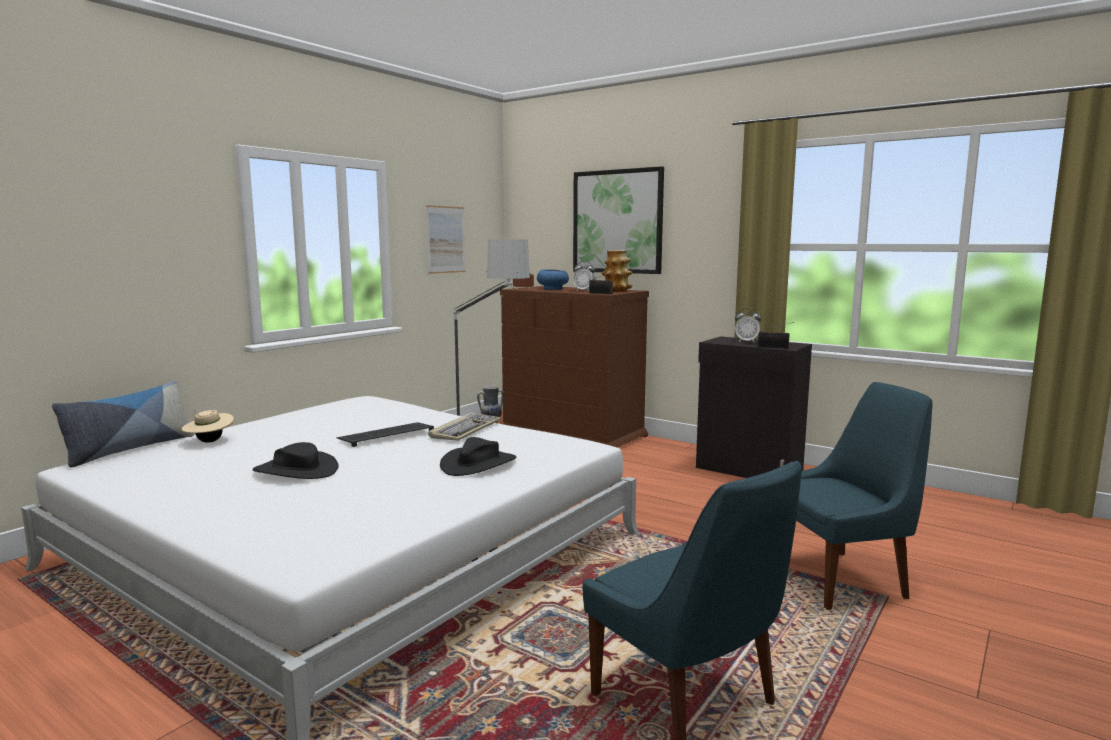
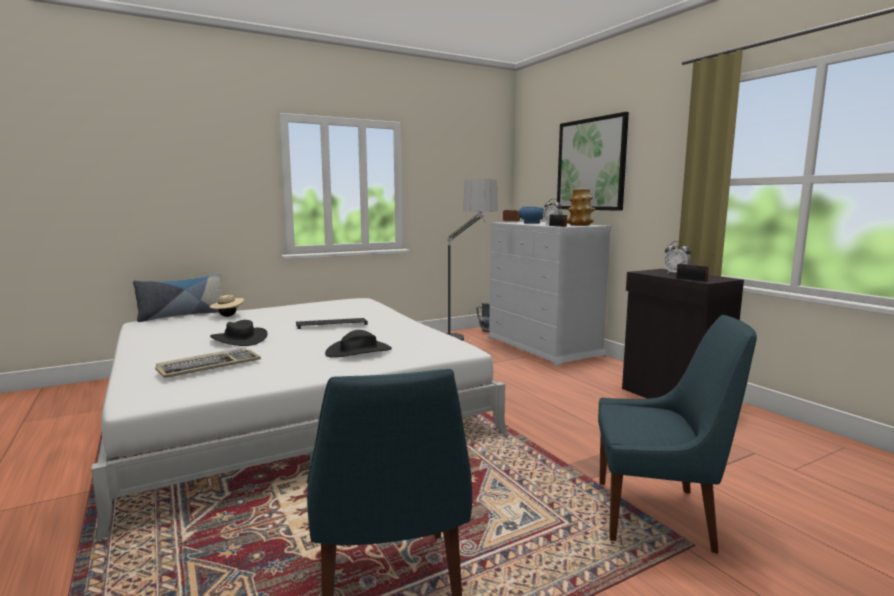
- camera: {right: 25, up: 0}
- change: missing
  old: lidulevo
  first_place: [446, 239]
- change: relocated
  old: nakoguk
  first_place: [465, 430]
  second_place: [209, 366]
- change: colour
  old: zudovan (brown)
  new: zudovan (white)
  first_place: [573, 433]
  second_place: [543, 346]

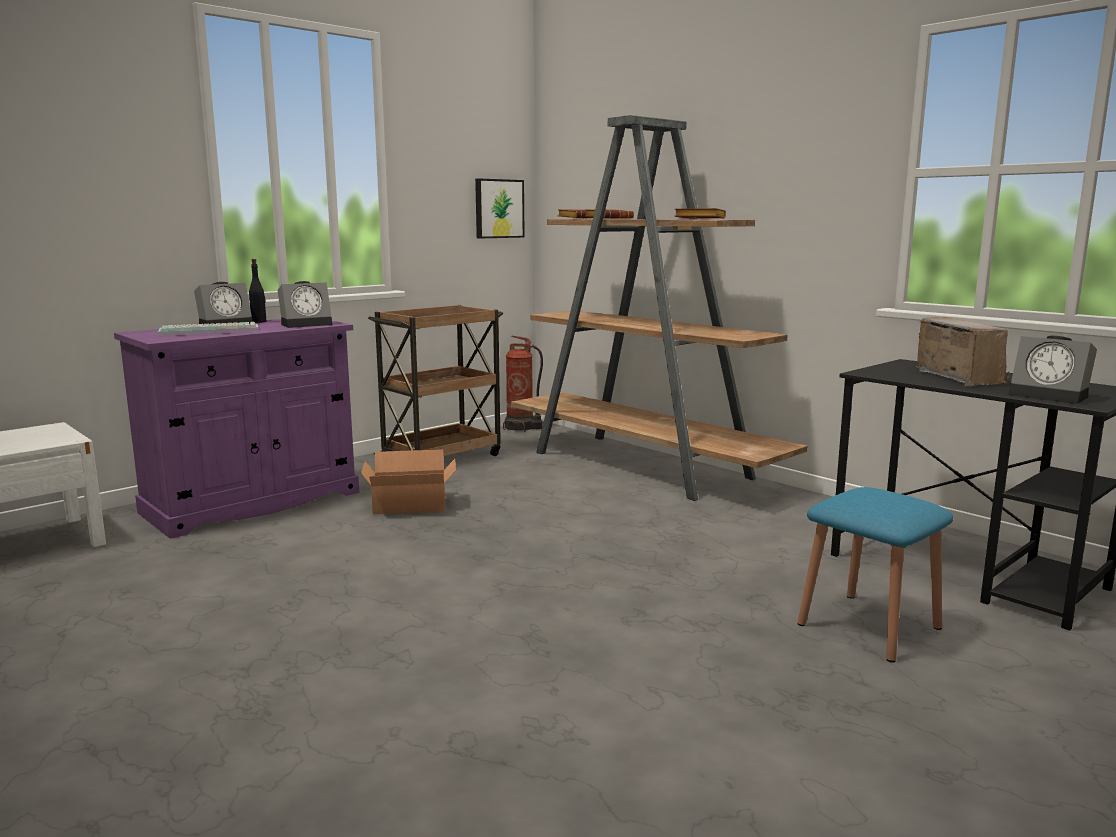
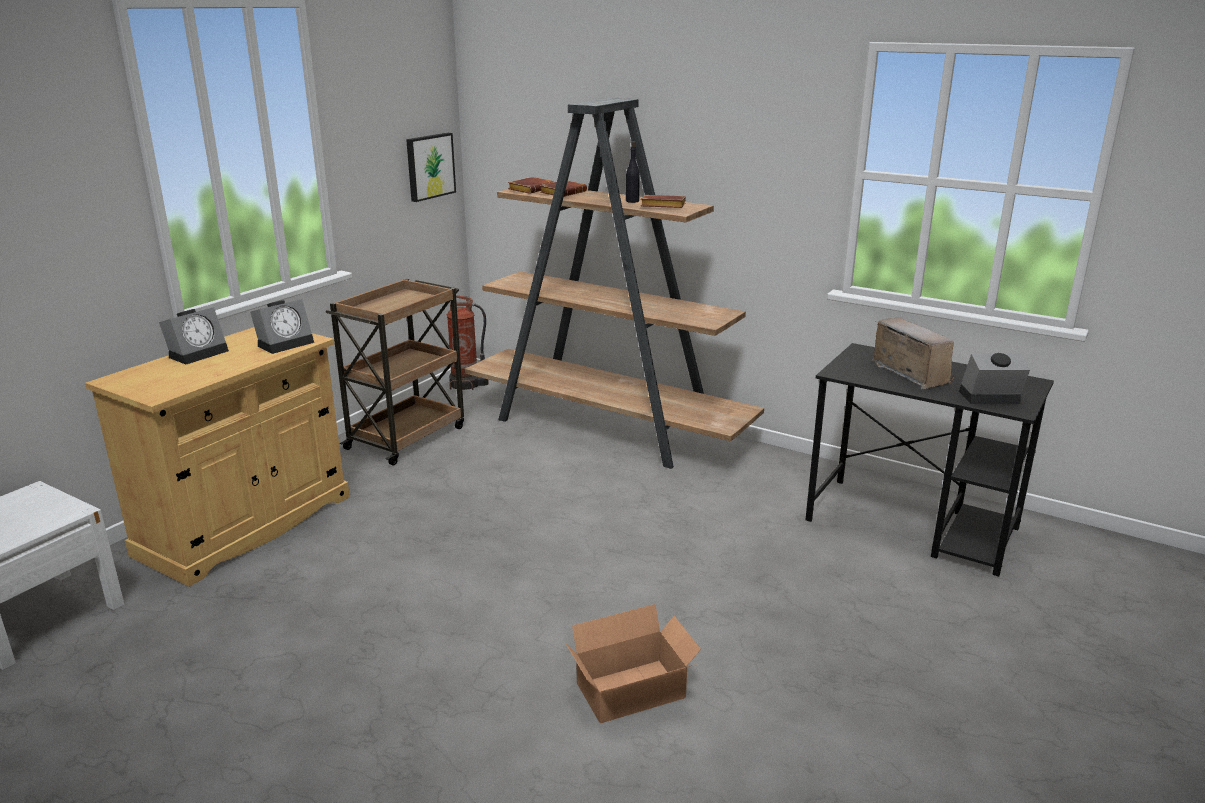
- camera: {right: -15, up: 10}
- change: colour
  old: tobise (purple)
  new: tobise (beige)
  first_place: [252, 502]
  second_place: [246, 525]
- change: missing
  old: nakoguk
  first_place: [211, 331]
- change: relocated
  old: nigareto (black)
  first_place: [259, 322]
  second_place: [632, 201]
- change: relocated
  old: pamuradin
  first_place: [411, 506]
  second_place: [634, 692]
- change: missing
  old: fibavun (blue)
  first_place: [869, 626]
- change: spun
  old: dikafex
  first_place: [1051, 396]
  second_place: [988, 398]
  degrees: 150

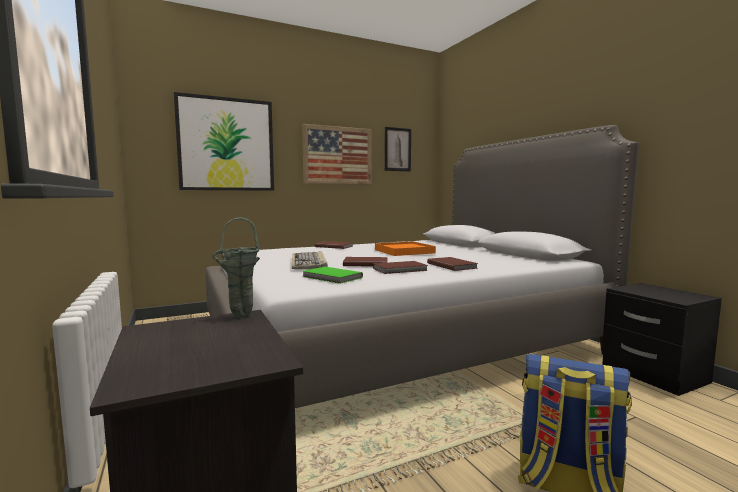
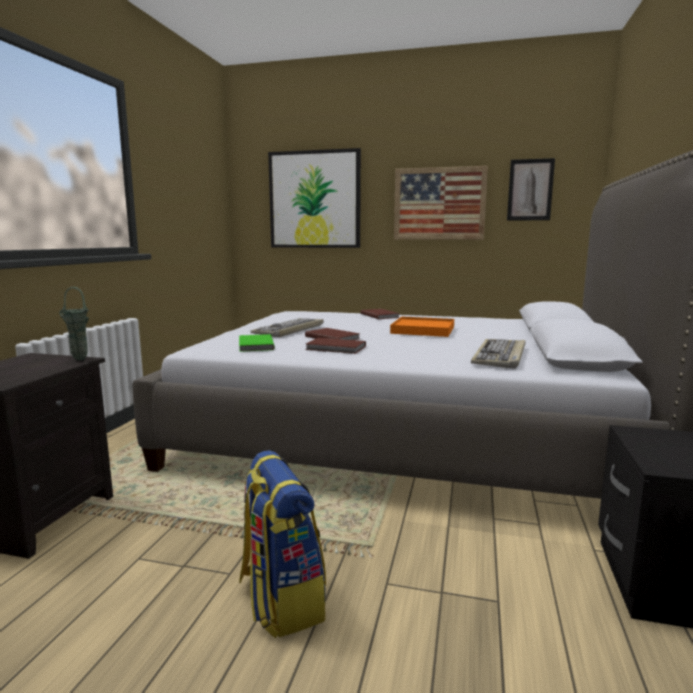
- camera: {right: 40, up: 5}
- change: missing
  old: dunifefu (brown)
  first_place: [452, 265]
- change: appeared
  new: nakoguk
  second_place: [500, 356]

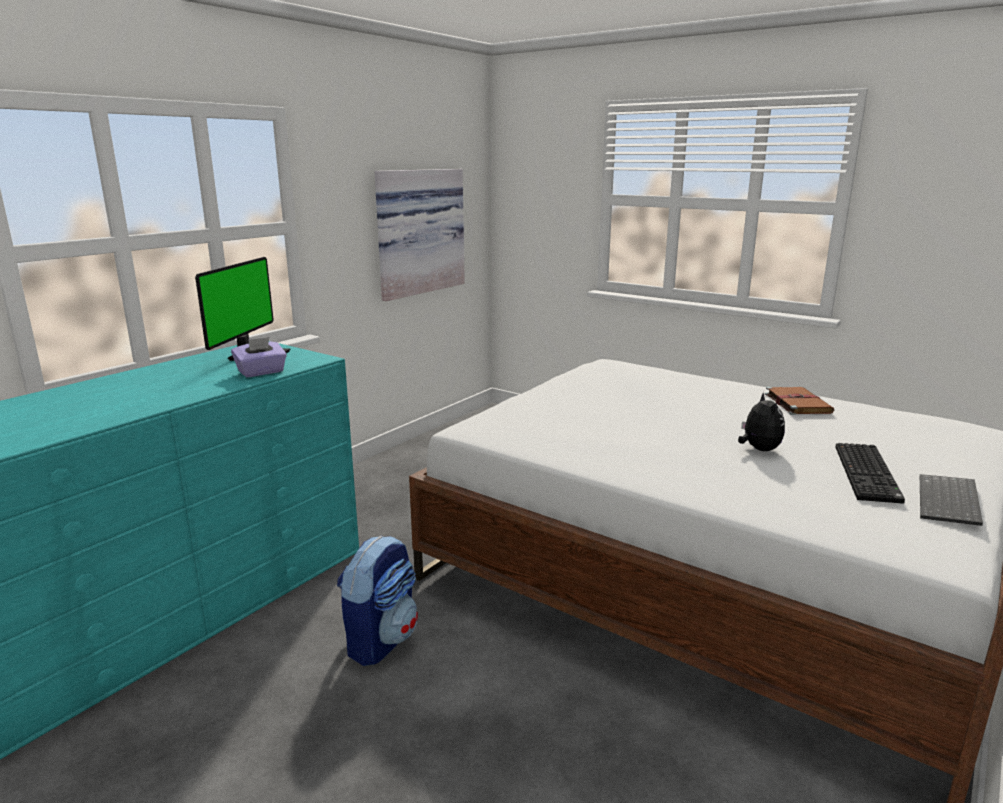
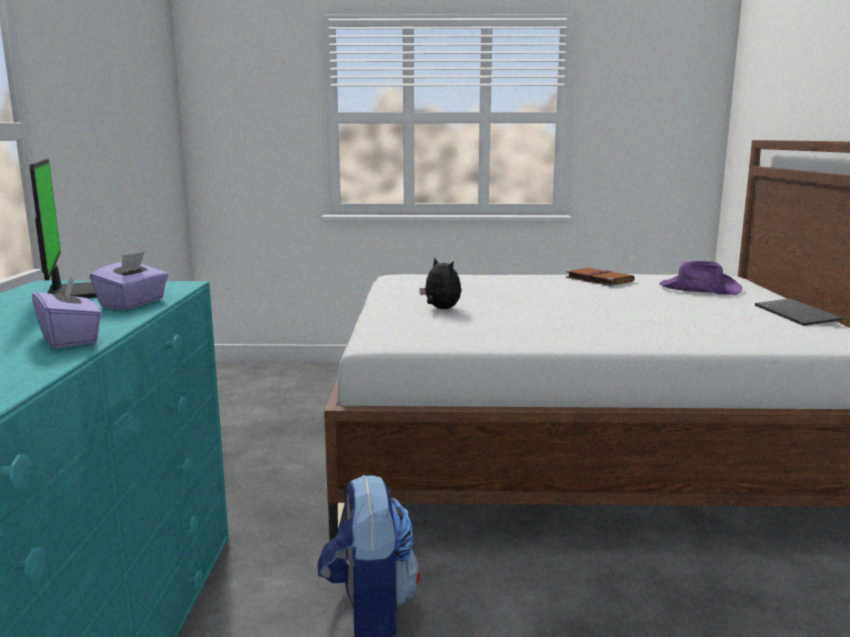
- camera: {right: -35, up: -5}
- change: missing
  old: lidulevo
  first_place: [418, 232]
- change: relocated
  old: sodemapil
  first_place: [758, 449]
  second_place: [440, 309]
- change: missing
  old: nakoguk
  first_place: [869, 474]
- change: appeared
  new: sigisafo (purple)
  second_place: [70, 339]
- change: appeared
  new: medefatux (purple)
  second_place: [698, 288]

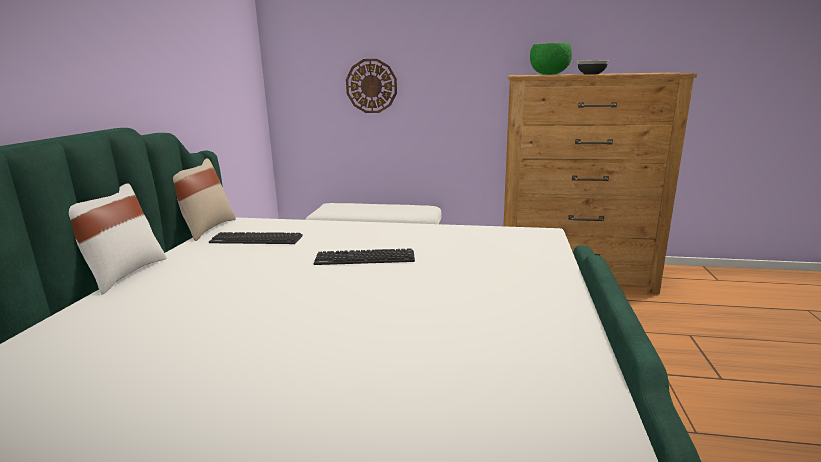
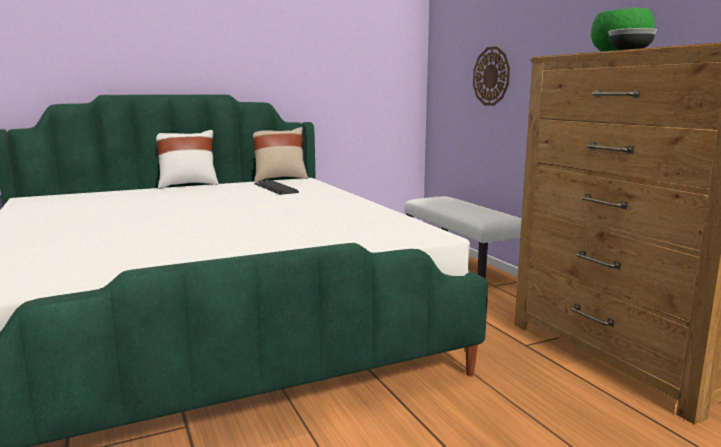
- camera: {right: 55, up: -5}
- change: missing
  old: nakoguk
  first_place: [365, 258]

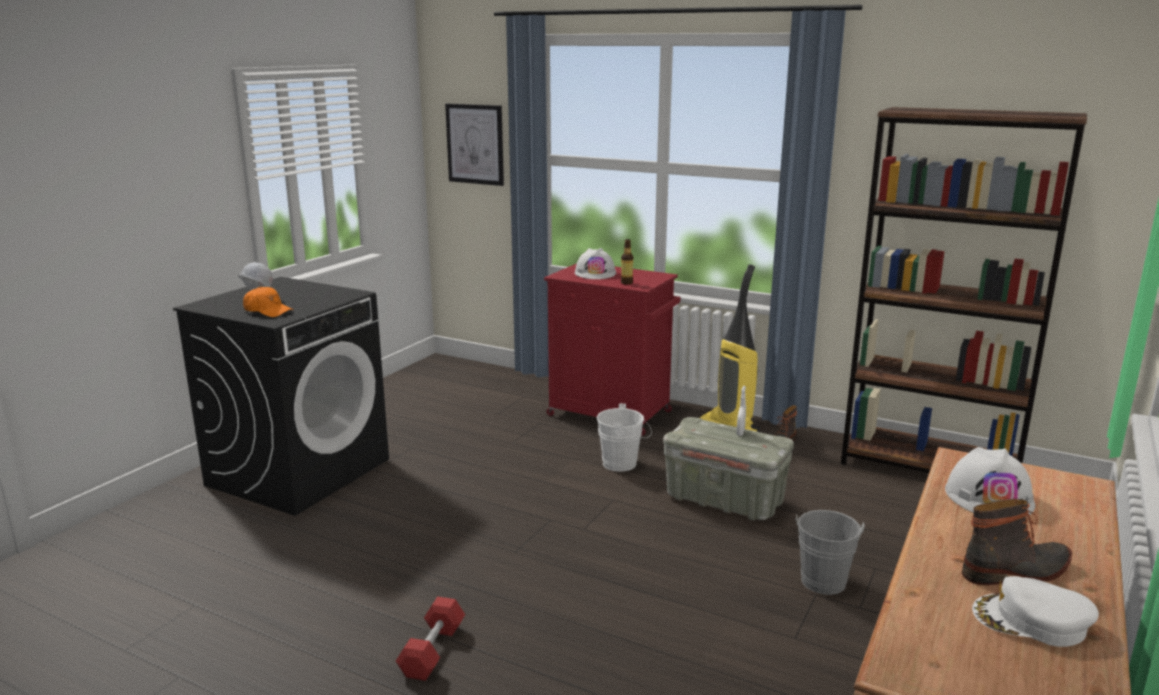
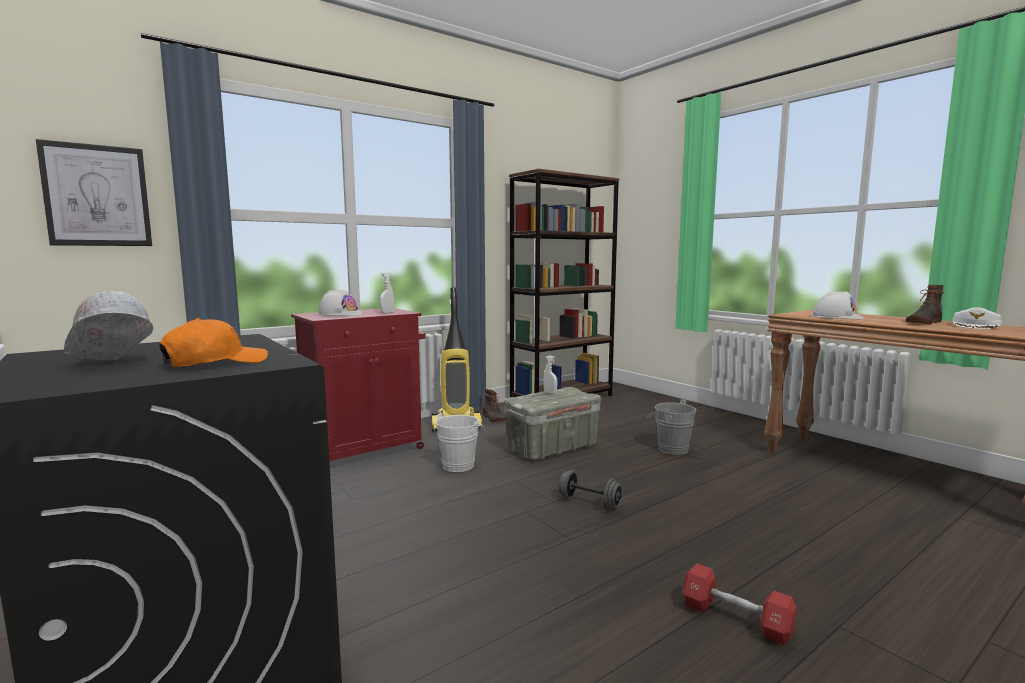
- camera: {right: -65, up: -10}
- change: exchanged
  old: nigareto
  new: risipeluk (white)
  first_place: [626, 283]
  second_place: [387, 313]
- change: spun
  old: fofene
  first_place: [1017, 571]
  second_place: [923, 322]
  degrees: -135
- change: appeared
  new: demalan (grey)
  second_place: [589, 503]

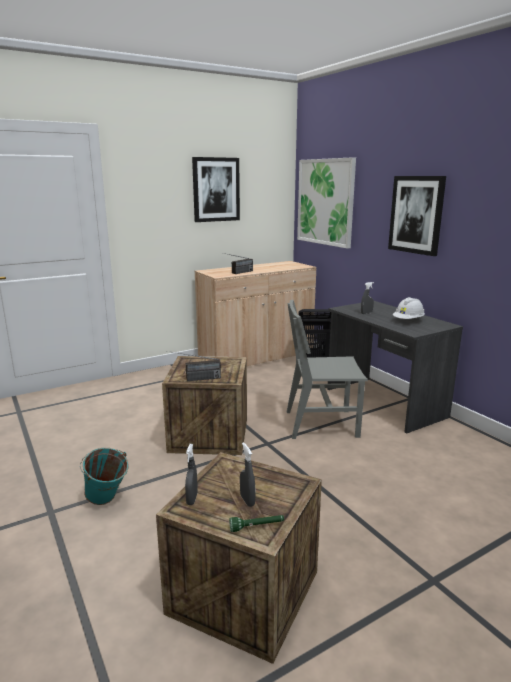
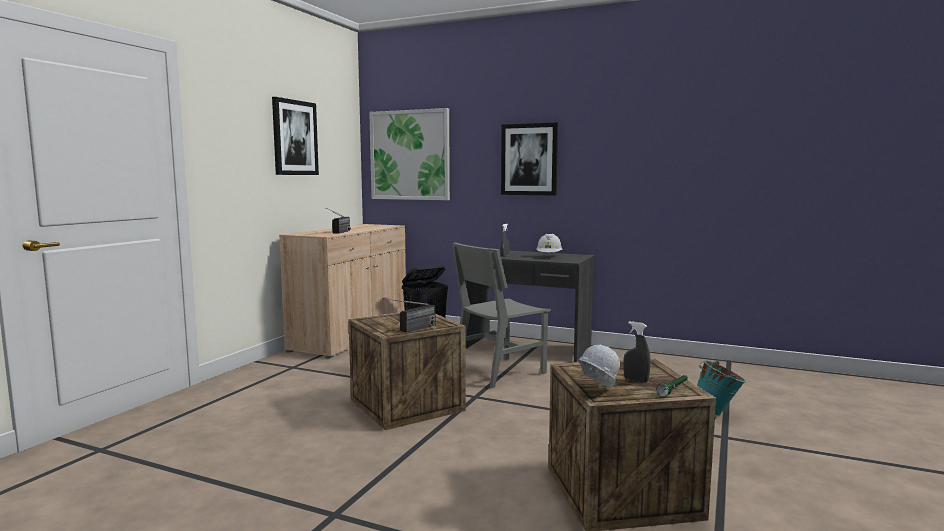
- camera: {right: -35, up: -10}
- change: relocated
  old: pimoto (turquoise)
  first_place: [107, 502]
  second_place: [717, 413]
- change: exchanged
  old: risipeluk (grey)
  new: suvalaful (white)
  first_place: [192, 499]
  second_place: [596, 391]

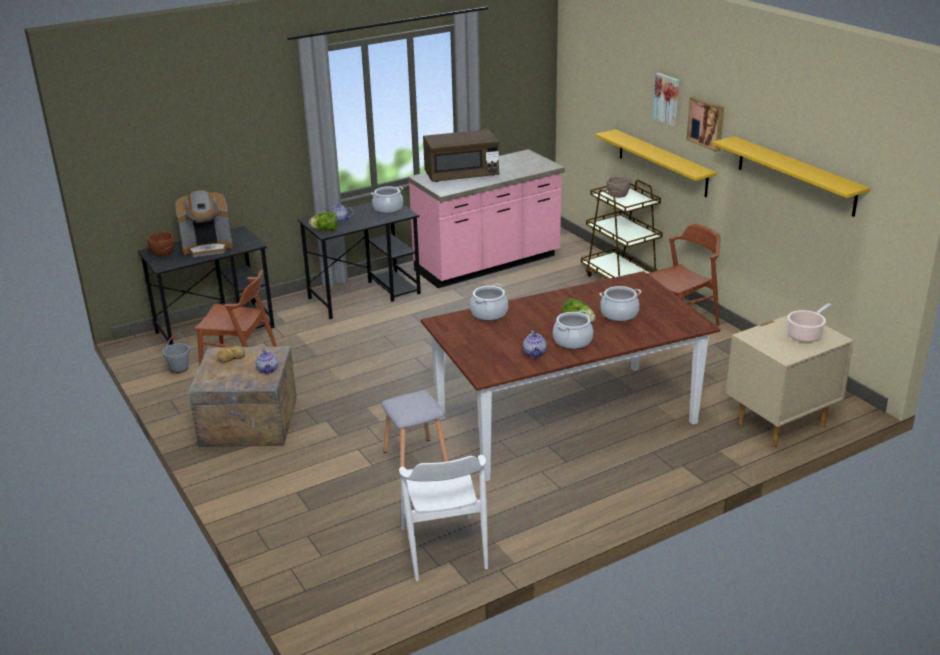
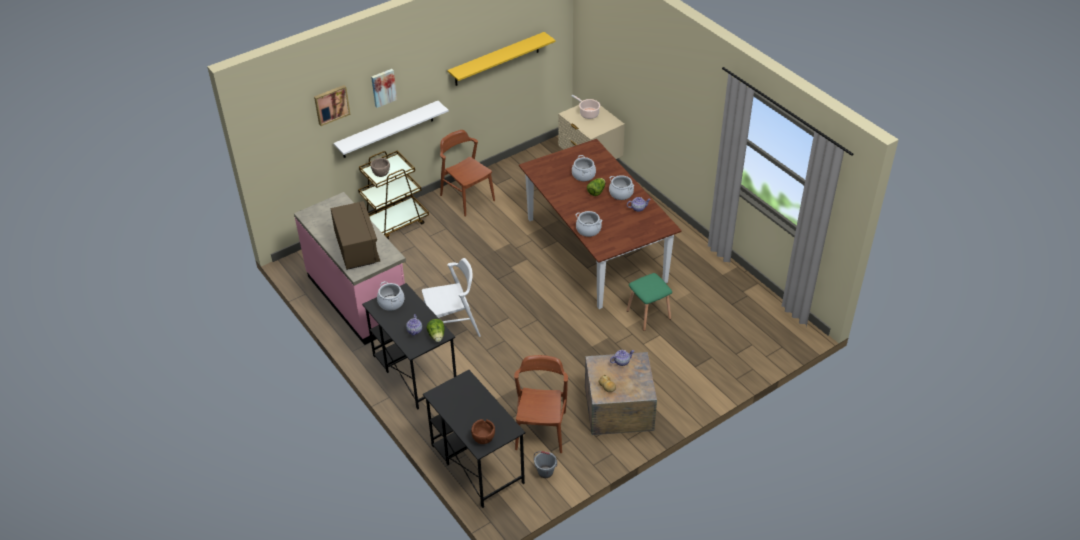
- camera: {right: -95, up: 15}
- change: missing
  old: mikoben
  first_place: [207, 247]
- change: colour
  old: fibavun (grey)
  new: fibavun (green)
  first_place: [414, 457]
  second_place: [648, 315]
- change: relocated
  old: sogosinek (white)
  first_place: [443, 548]
  second_place: [452, 327]
- change: colour
  old: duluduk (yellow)
  new: duluduk (white)
  first_place: [662, 163]
  second_place: [387, 130]
- change: relocated
  old: lidulevo
  first_place: [706, 123]
  second_place: [331, 104]

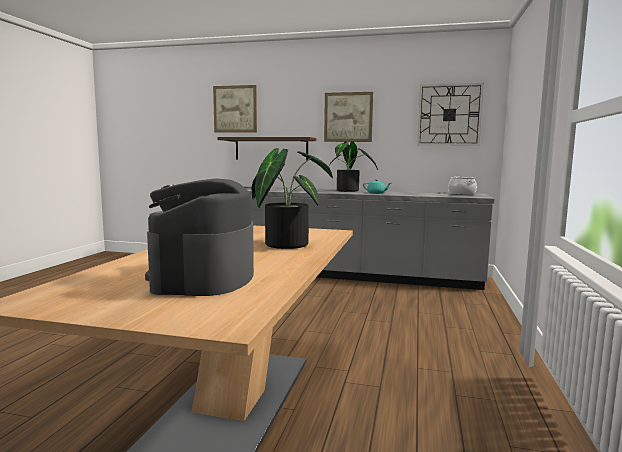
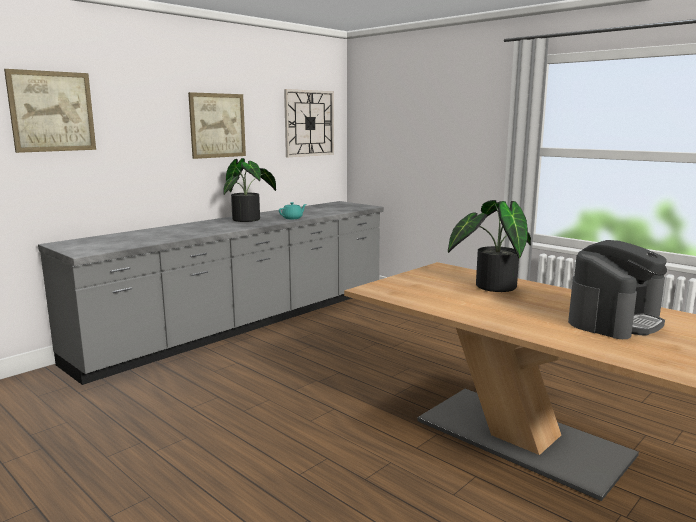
- camera: {right: -60, up: 5}
- change: spun
  old: mikoben
  first_place: [203, 277]
  second_place: [614, 321]
  degrees: -75
- change: missing
  old: duluduk
  first_place: [271, 149]
- change: missing
  old: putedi
  first_place: [462, 194]

